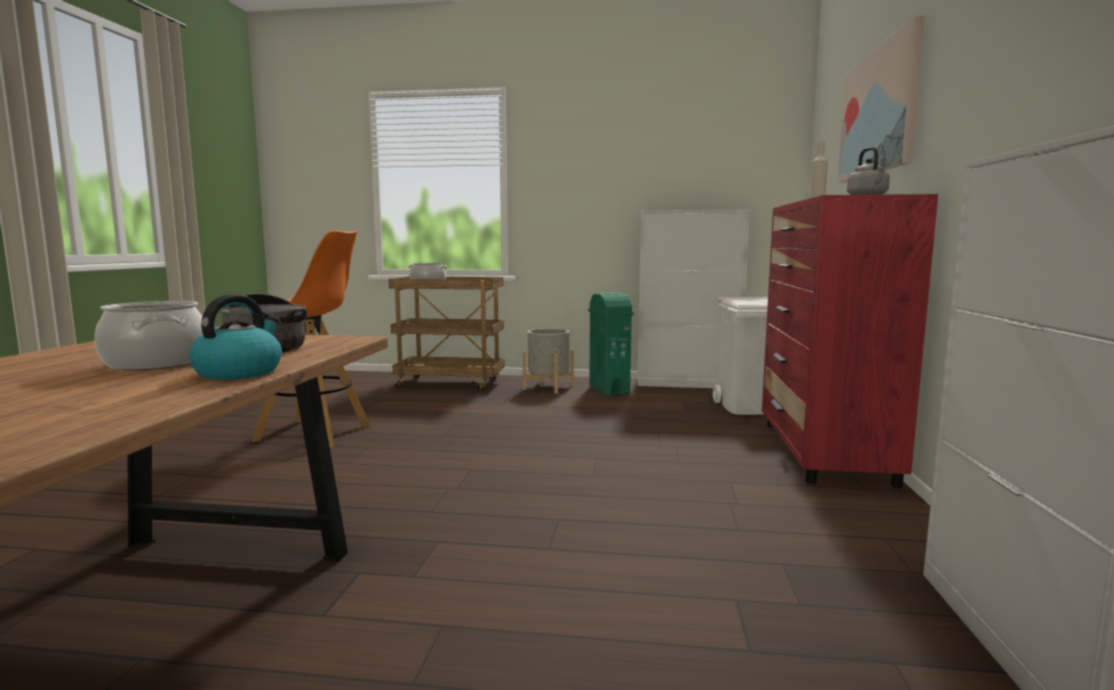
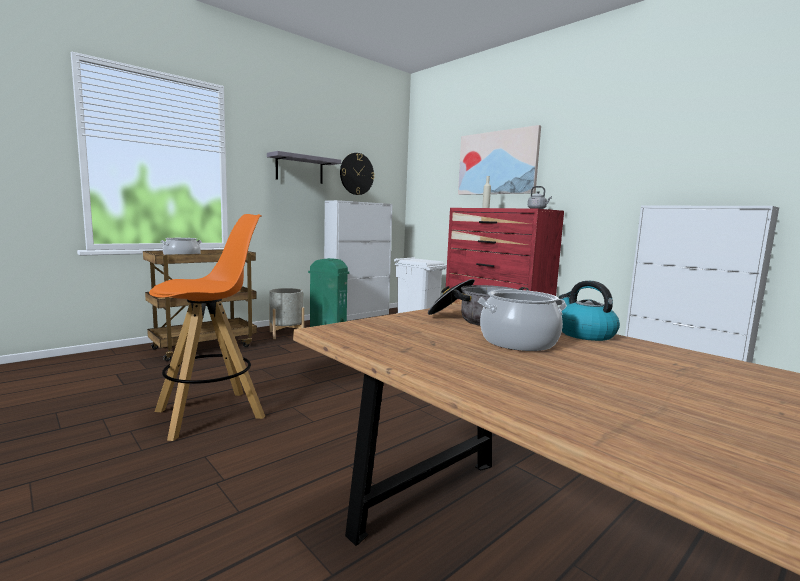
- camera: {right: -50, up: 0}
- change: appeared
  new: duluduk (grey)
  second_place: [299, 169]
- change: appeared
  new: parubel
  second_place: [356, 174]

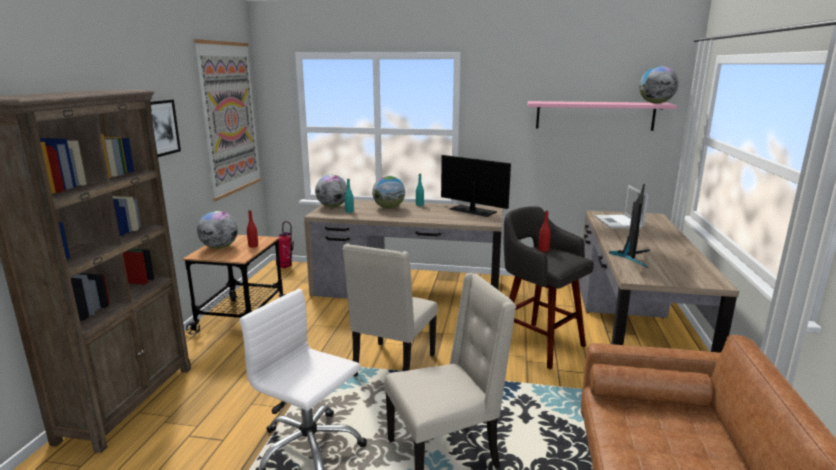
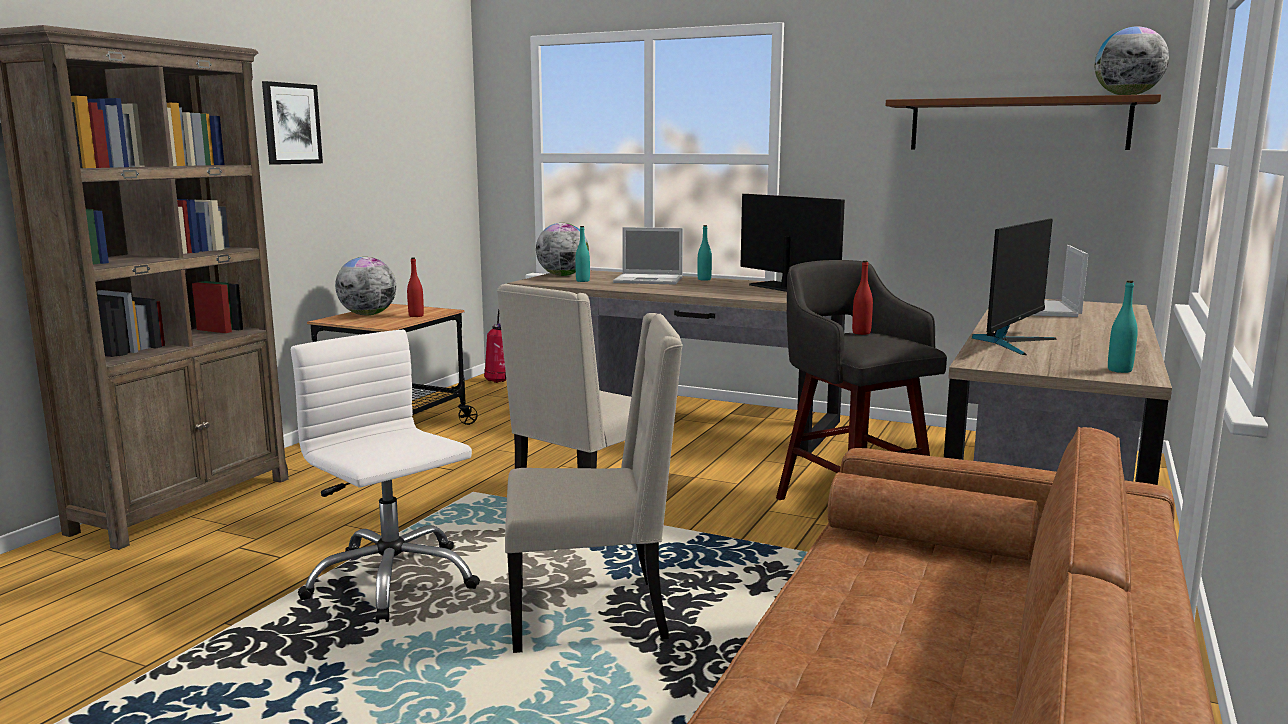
- camera: {right: 15, up: -5}
- change: missing
  old: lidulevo
  first_place: [230, 118]
- change: exchanged
  old: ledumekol
  new: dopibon
  first_place: [389, 208]
  second_place: [650, 280]
- change: colour
  old: duluduk (pink)
  new: duluduk (brown)
  first_place: [594, 115]
  second_place: [1017, 124]
- change: appeared
  new: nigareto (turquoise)
  second_place: [1119, 370]

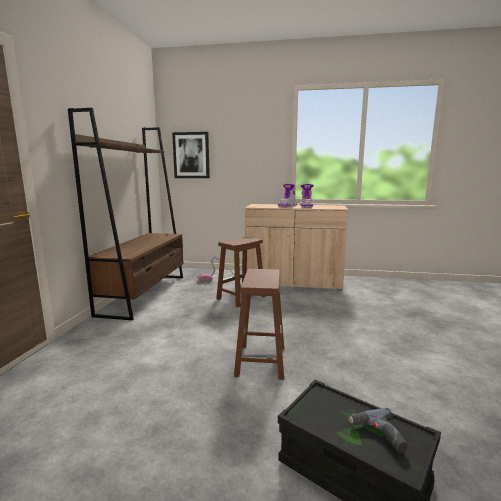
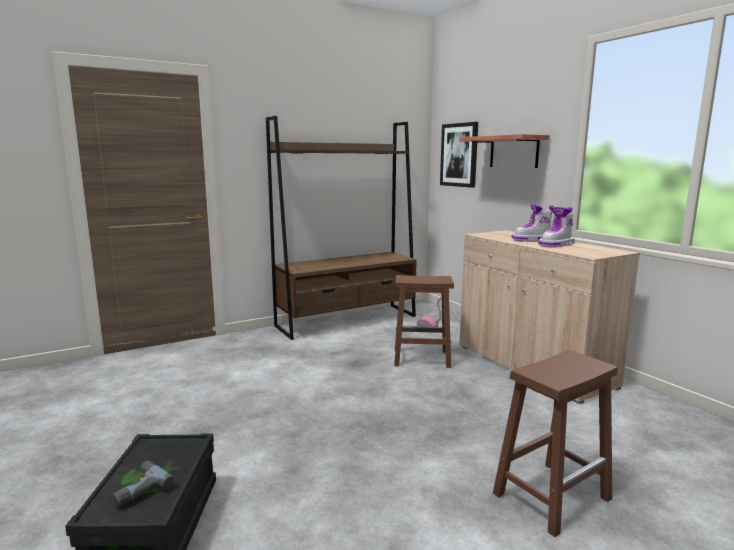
- camera: {right: 50, up: 0}
- change: relocated
  old: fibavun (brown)
  first_place: [260, 360]
  second_place: [552, 495]
- change: appeared
  new: duluduk
  second_place: [514, 152]

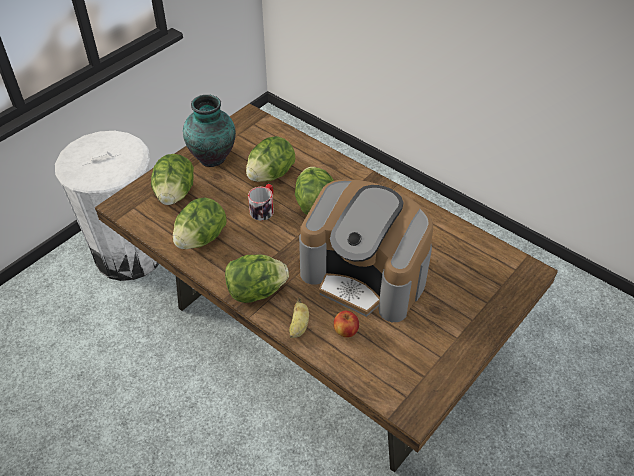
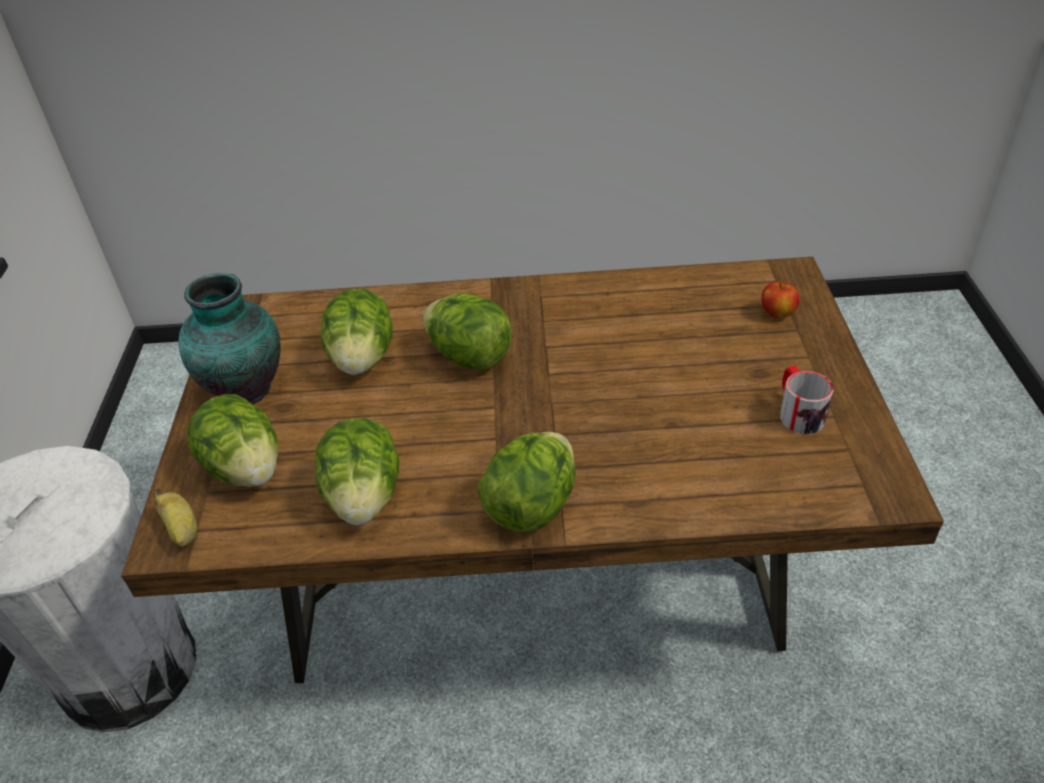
- camera: {right: -40, up: -5}
- change: relocated
  old: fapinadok
  first_place: [264, 208]
  second_place: [798, 412]
- change: relocated
  old: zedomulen
  first_place: [299, 326]
  second_place: [182, 530]
- change: missing
  old: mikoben
  first_place: [365, 275]
- change: relocated
  old: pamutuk
  first_place: [346, 331]
  second_place: [777, 313]

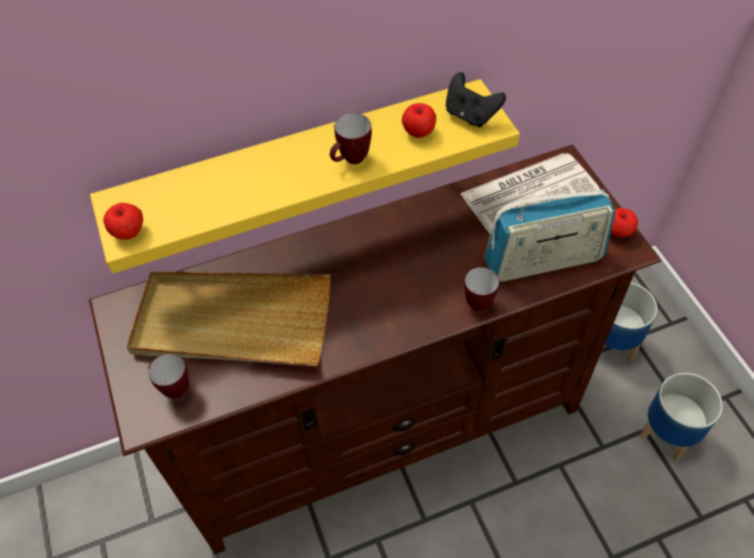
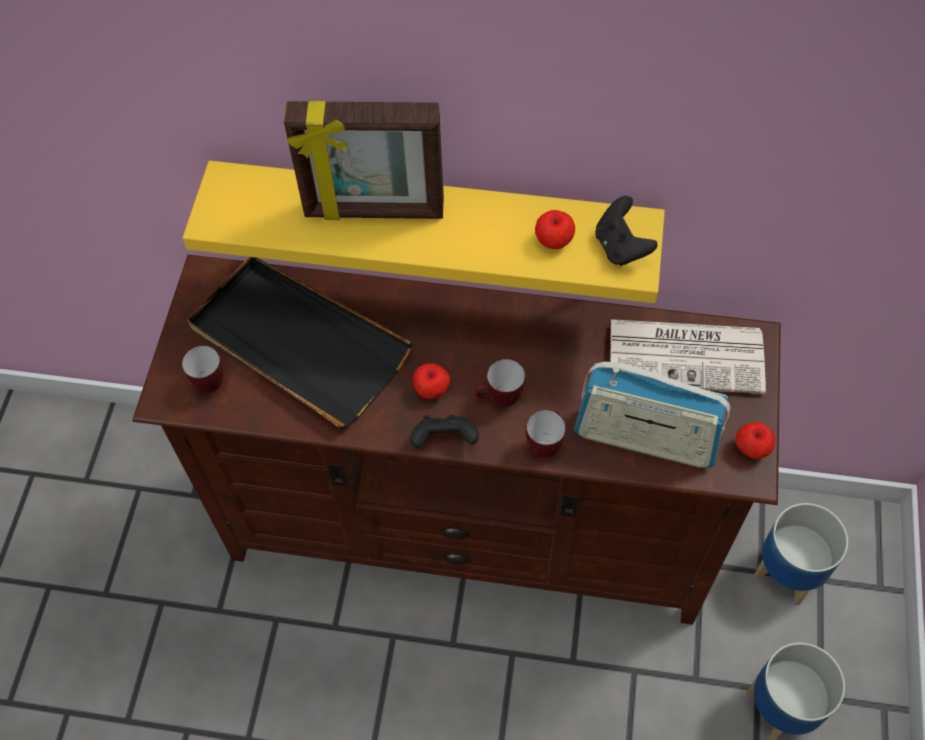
- camera: {right: 30, up: 5}
- change: relocated
  old: pamutuk
  first_place: [129, 232]
  second_place: [431, 389]
- change: colour
  old: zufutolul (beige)
  new: zufutolul (black)
  first_place: [232, 322]
  second_place: [298, 343]
- change: relocated
  old: fapinadok
  first_place: [351, 161]
  second_place: [499, 400]
- change: appeared
  new: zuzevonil
  second_place: [374, 211]
- change: appeared
  new: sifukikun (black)
  second_place: [445, 440]

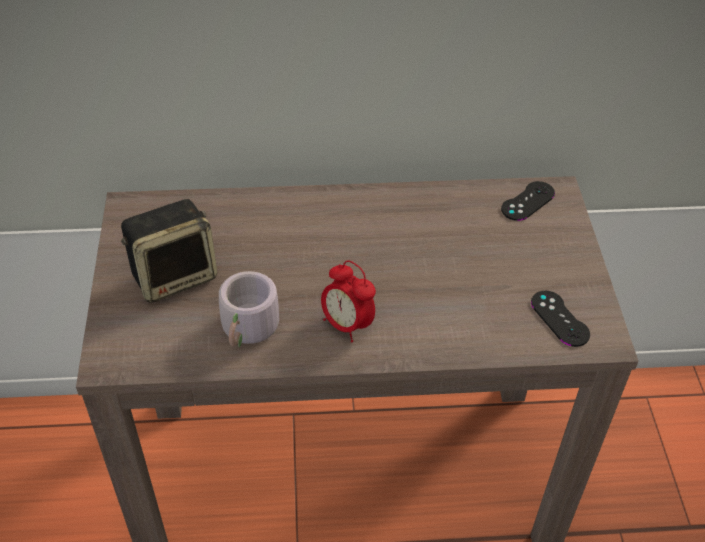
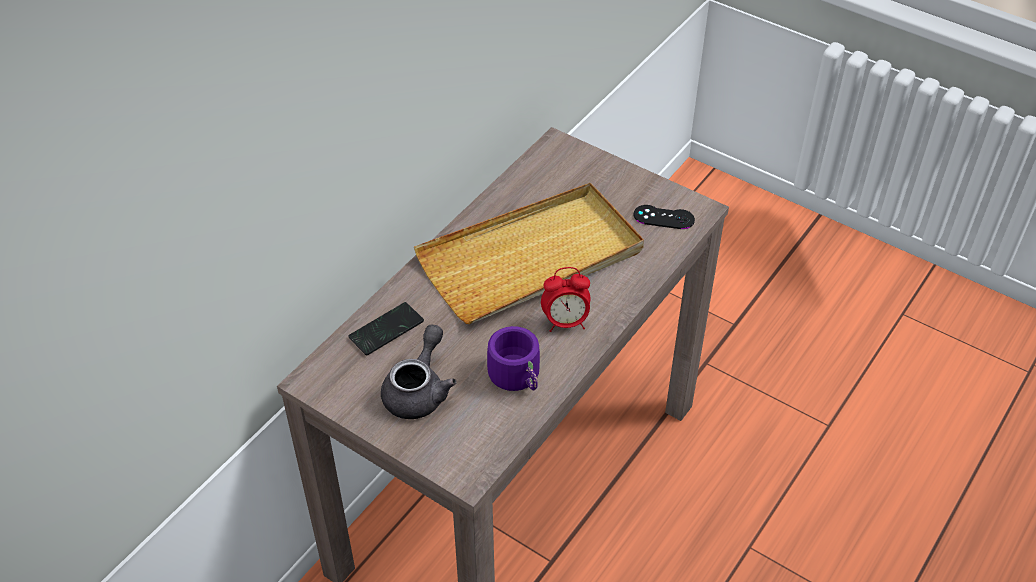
- camera: {right: -50, up: 0}
- change: exchanged
  old: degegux
  new: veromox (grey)
  first_place: [175, 275]
  second_place: [419, 390]
- change: colour
  old: fapinadok (grey)
  new: fapinadok (purple)
  first_place: [251, 330]
  second_place: [519, 376]
- change: missing
  old: sifukikun (black)
  first_place: [528, 201]
- change: appeared
  new: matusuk
  second_place: [386, 330]
- change: appeared
  new: zufutolul (beige)
  second_place: [532, 258]

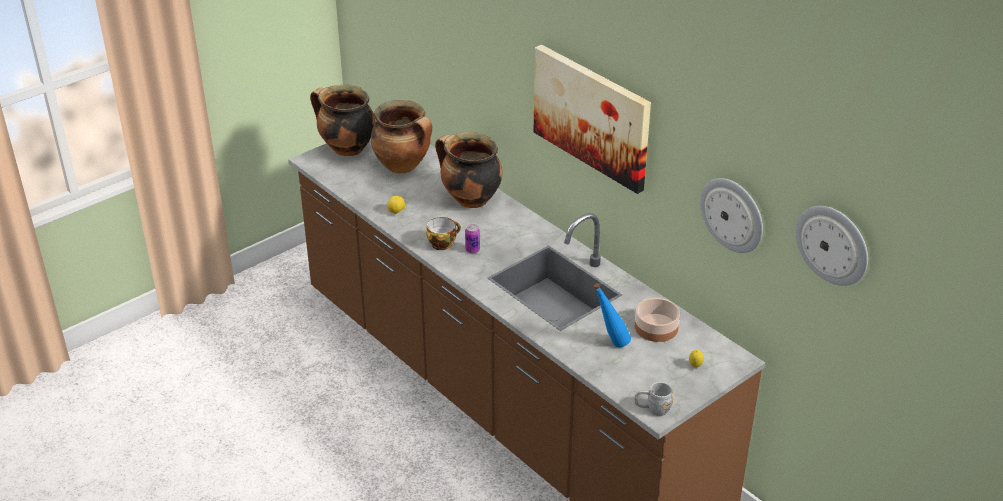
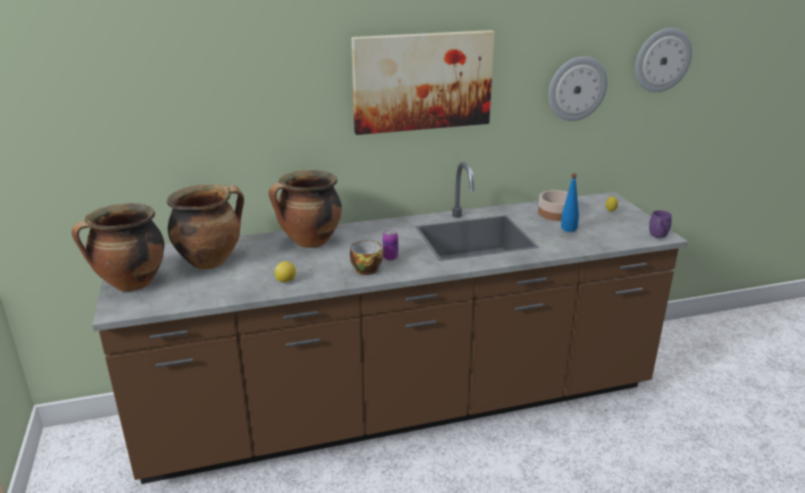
- camera: {right: -65, up: -10}
- change: colour
  old: fapinadok (grey)
  new: fapinadok (purple)
  first_place: [653, 409]
  second_place: [657, 236]

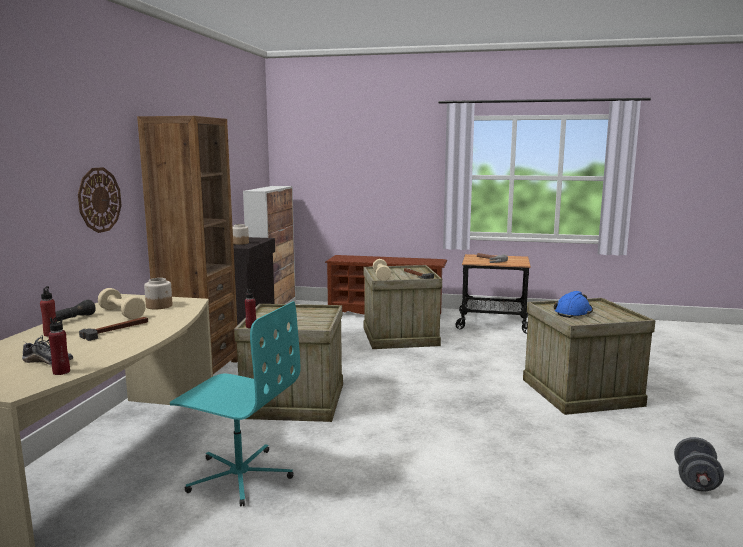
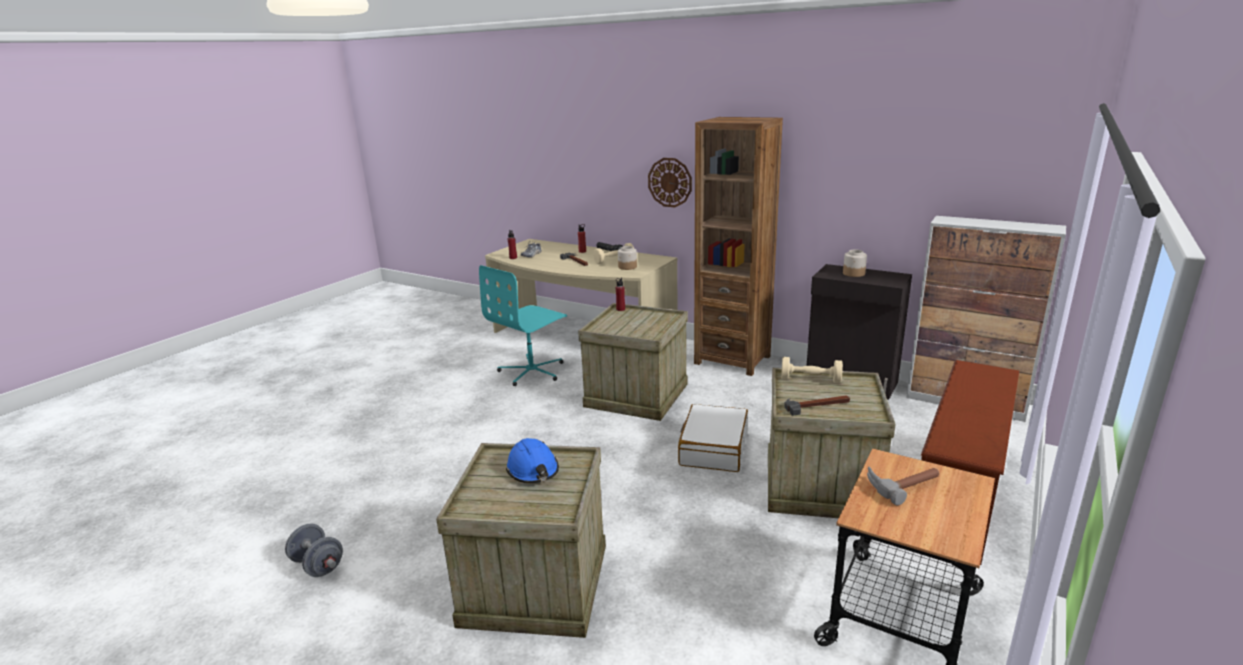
- camera: {right: 110, up: 10}
- change: appeared
  new: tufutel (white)
  second_place: [713, 448]

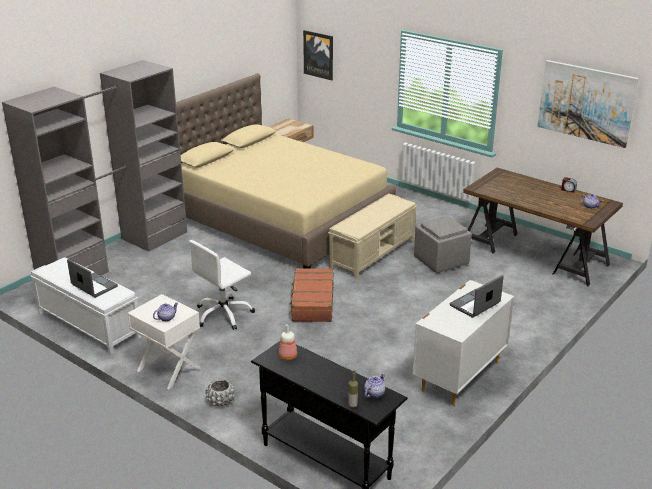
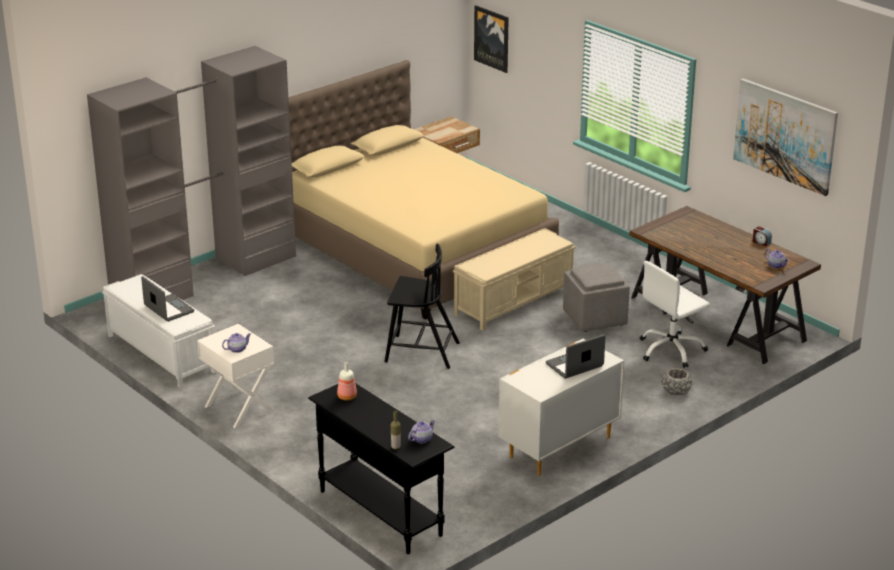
- camera: {right: 10, up: 0}
- change: relocated
  old: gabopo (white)
  first_place: [223, 314]
  second_place: [671, 350]
- change: relocated
  old: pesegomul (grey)
  first_place: [220, 401]
  second_place: [676, 391]
- change: exchanged
  old: tufutel (brown)
  new: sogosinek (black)
  first_place: [312, 302]
  second_place: [420, 352]

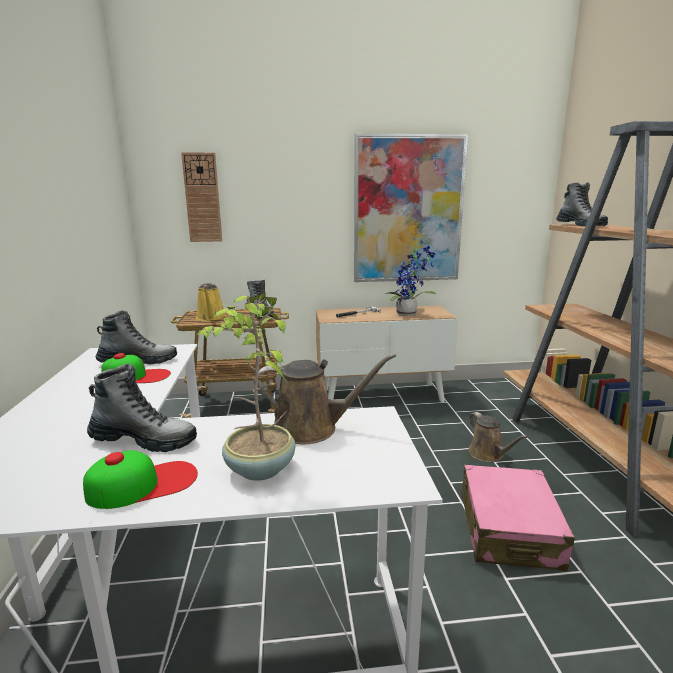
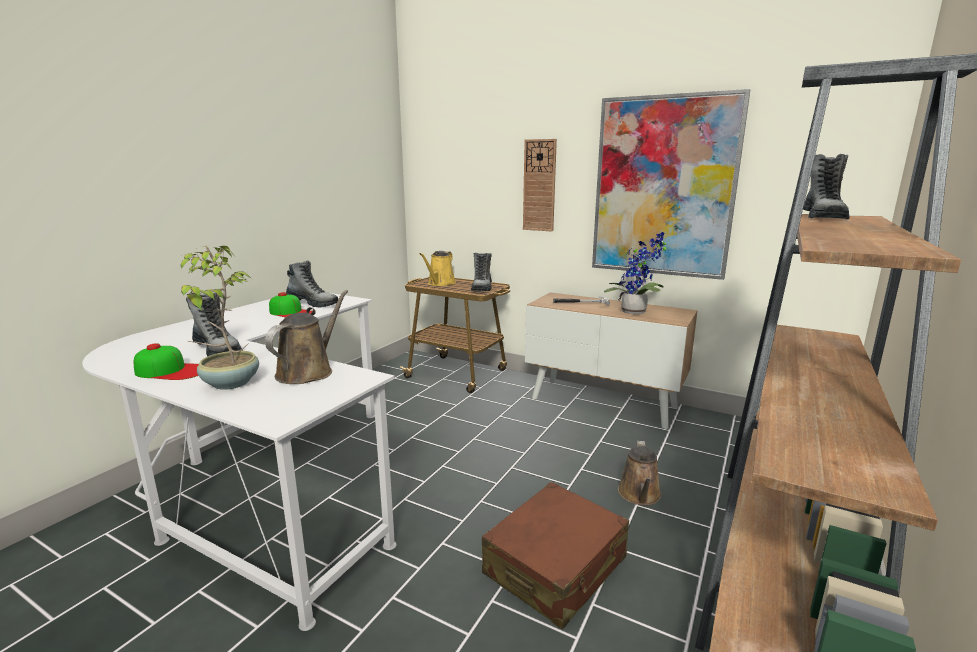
- camera: {right: 35, up: 0}
- change: relocated
  old: parubel
  first_place: [202, 198]
  second_place: [539, 185]
- change: spun
  old: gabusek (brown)
  first_place: [312, 428]
  second_place: [308, 371]
  degrees: -105
- change: colour
  old: tufutel (pink)
  new: tufutel (brown)
  first_place: [508, 530]
  second_place: [555, 567]

